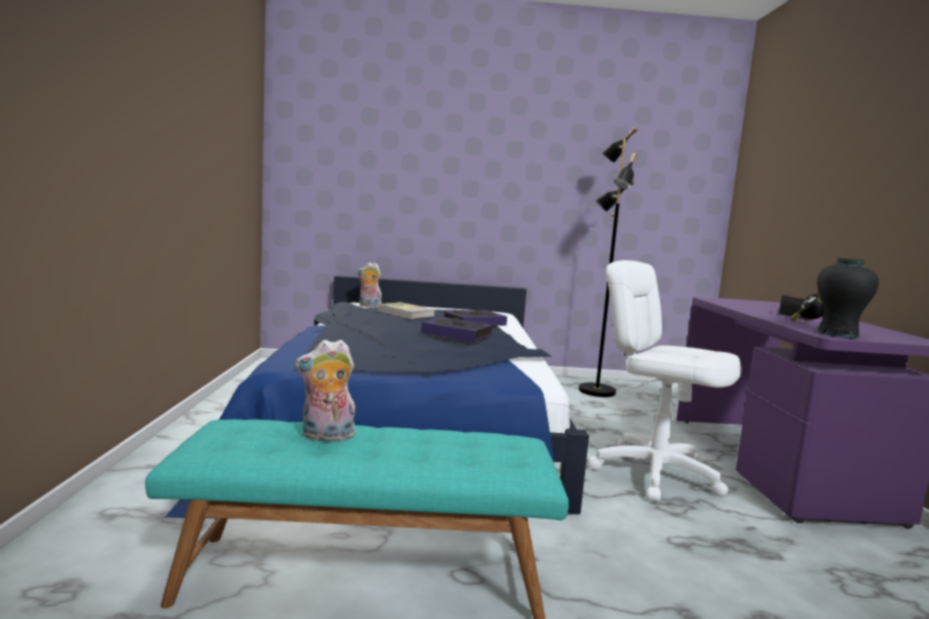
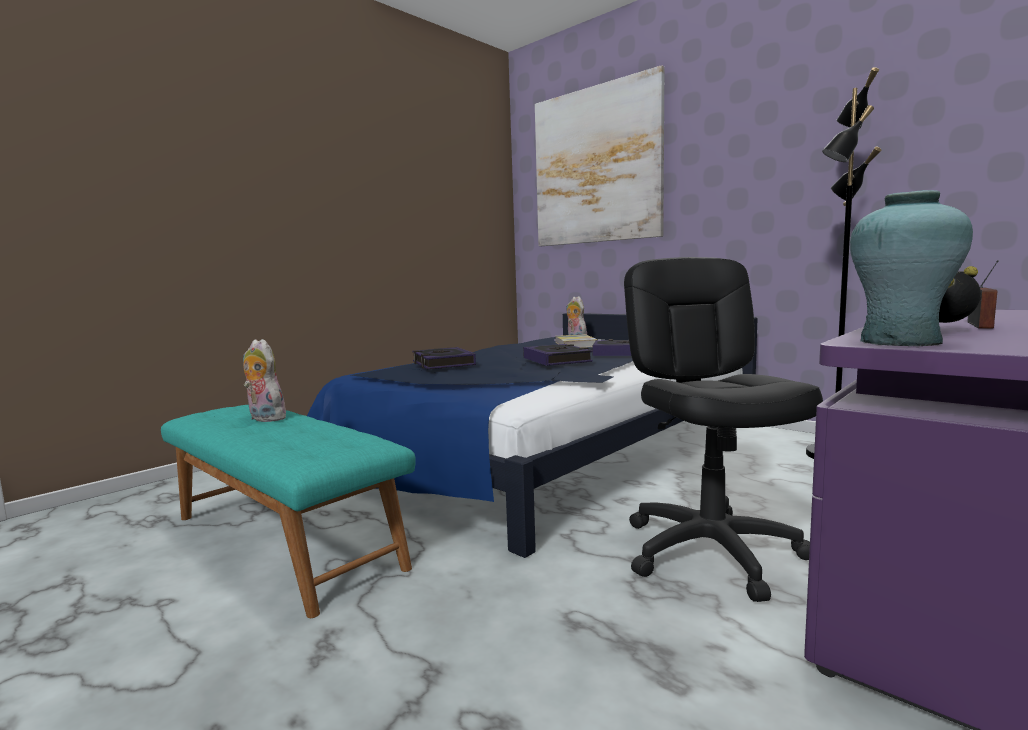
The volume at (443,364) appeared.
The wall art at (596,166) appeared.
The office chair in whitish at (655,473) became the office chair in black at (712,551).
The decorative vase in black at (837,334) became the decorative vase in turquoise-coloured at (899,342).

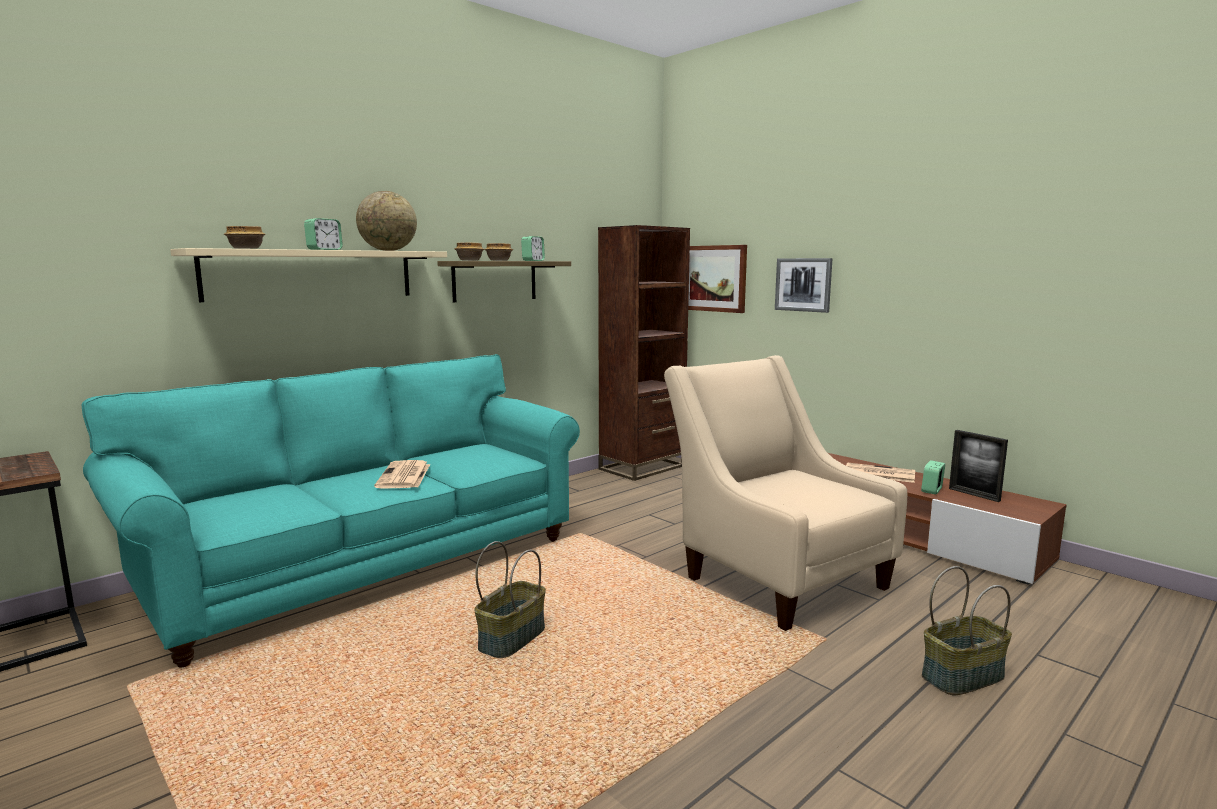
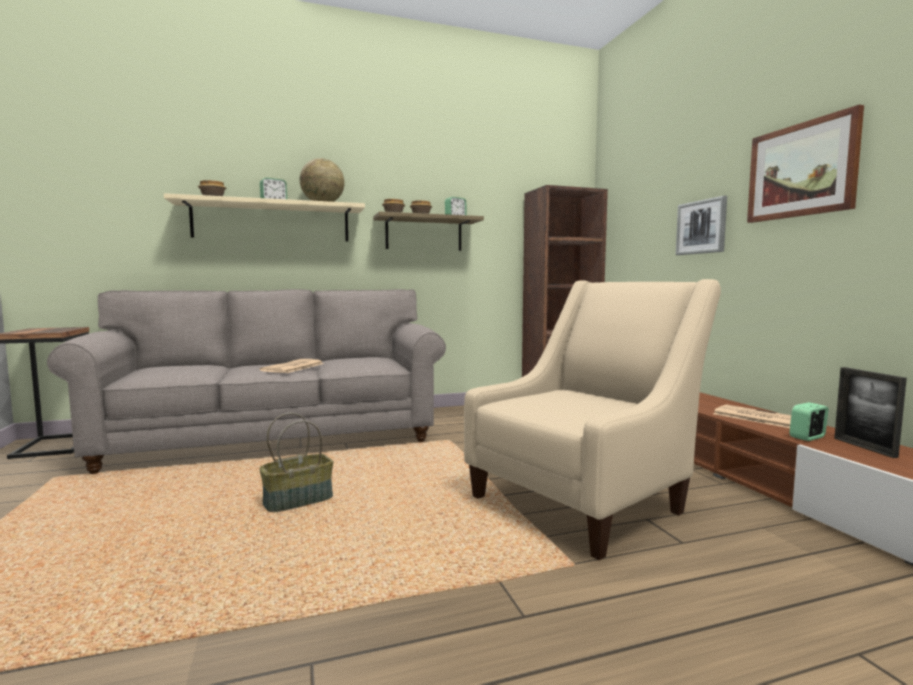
The basket at (962,676) disappeared.
The wall art moved from (713,278) to (801,170).
The couch in turquoise-coloured at (368,566) became the couch in greyish at (275,438).
The easy chair in sand-coloured at (775,577) turned 60 degrees clockwise.

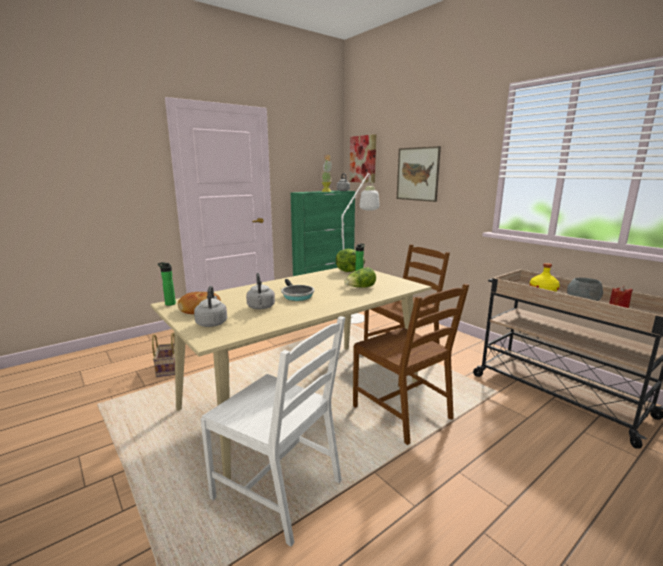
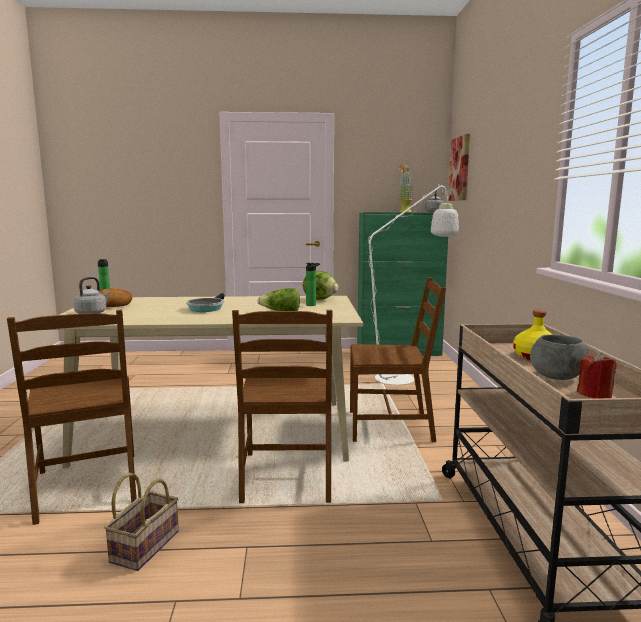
The kettle in greyish at (261,307) disappeared.
The wall art at (417,174) disappeared.
The basket moved from (167,368) to (145,545).
The plain chair in whitish at (279,489) became the plain chair in brown at (88,487).

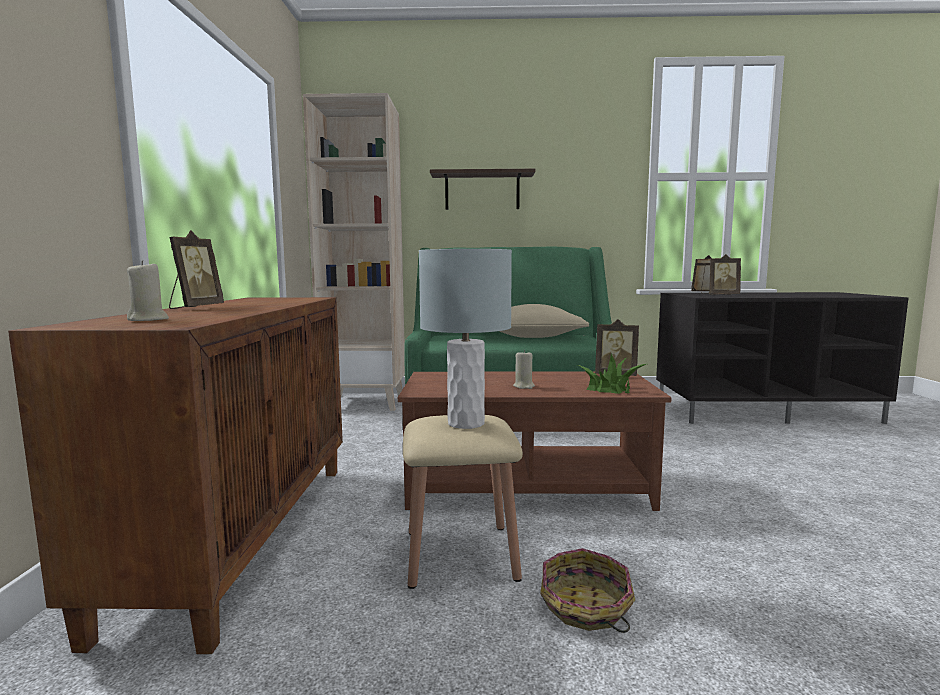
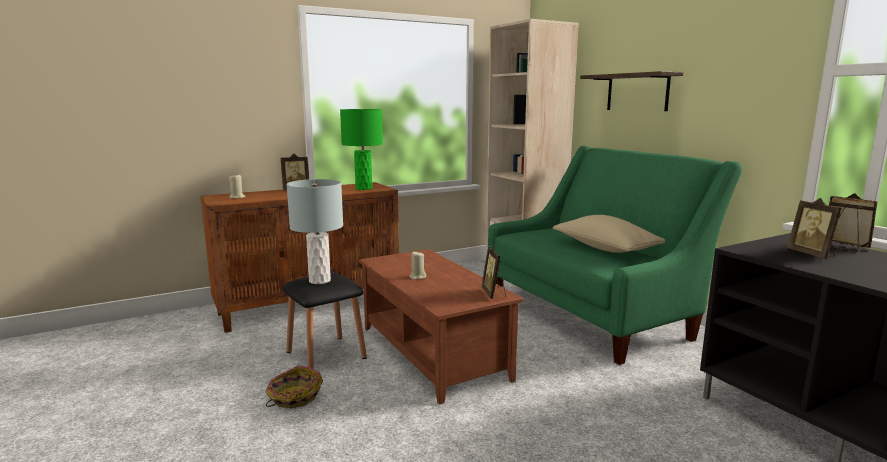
The potted plant at (609,389) disappeared.
The table lamp in greenish at (363,188) appeared.
The sitting stool in sand-coloured at (460,554) became the sitting stool in black at (326,355).

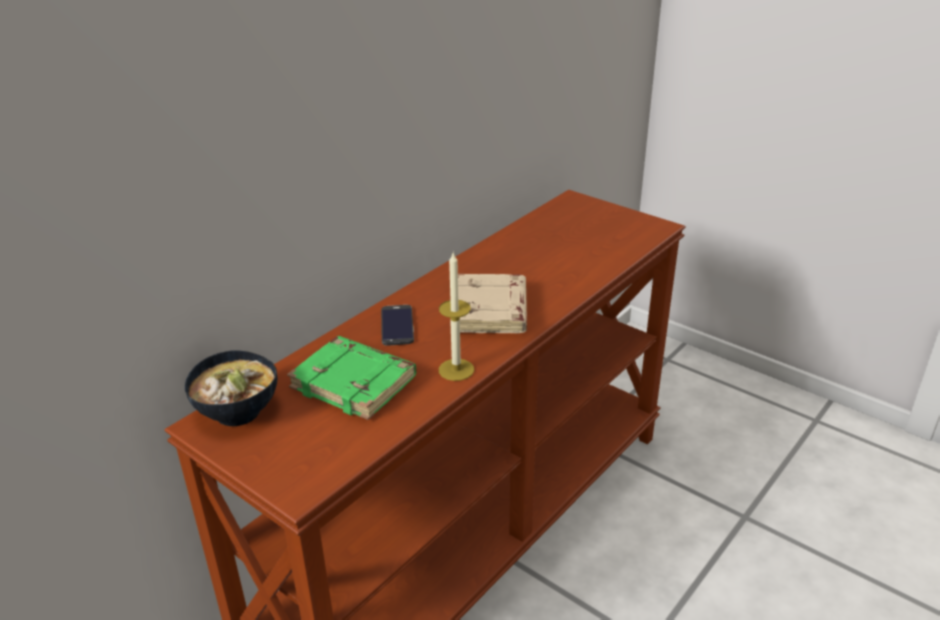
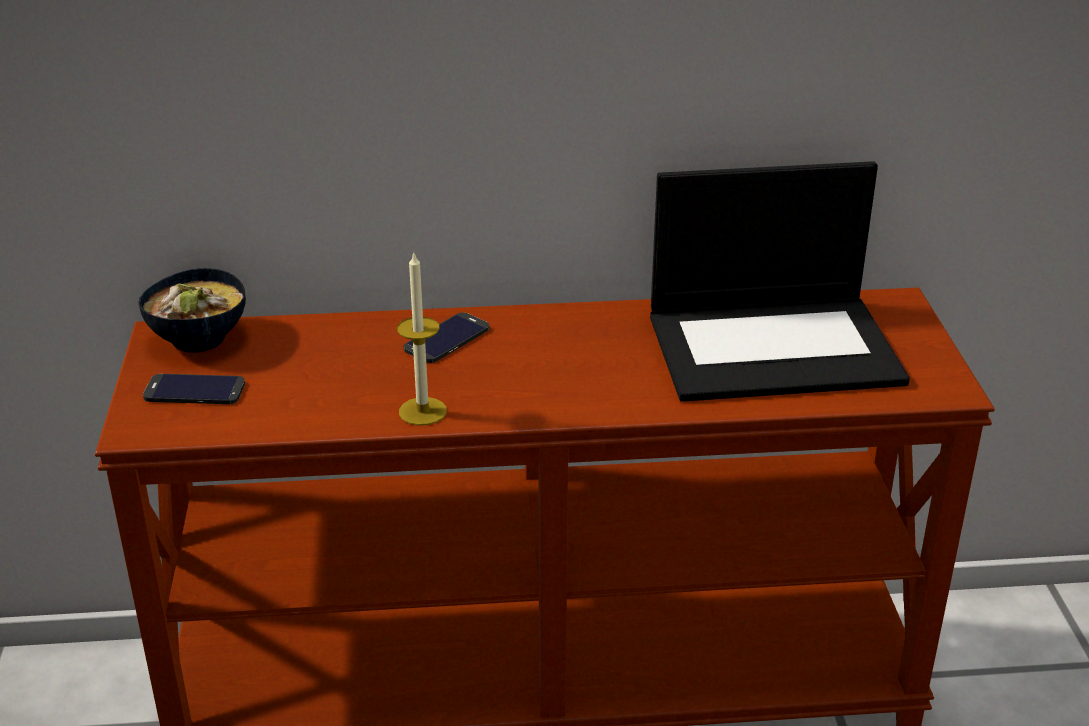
The volume in greenish at (355,383) disappeared.
The volume in sand-coloured at (491,311) disappeared.
The telephone at (194,390) appeared.
The notebook computer at (775,347) appeared.

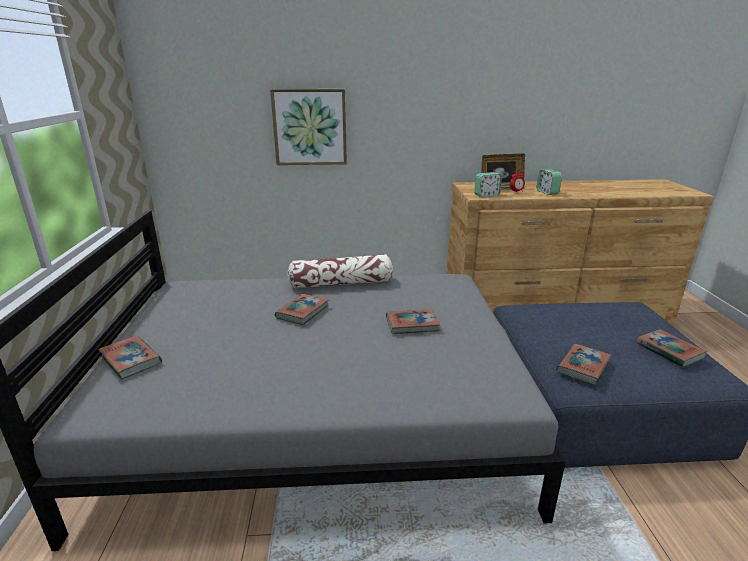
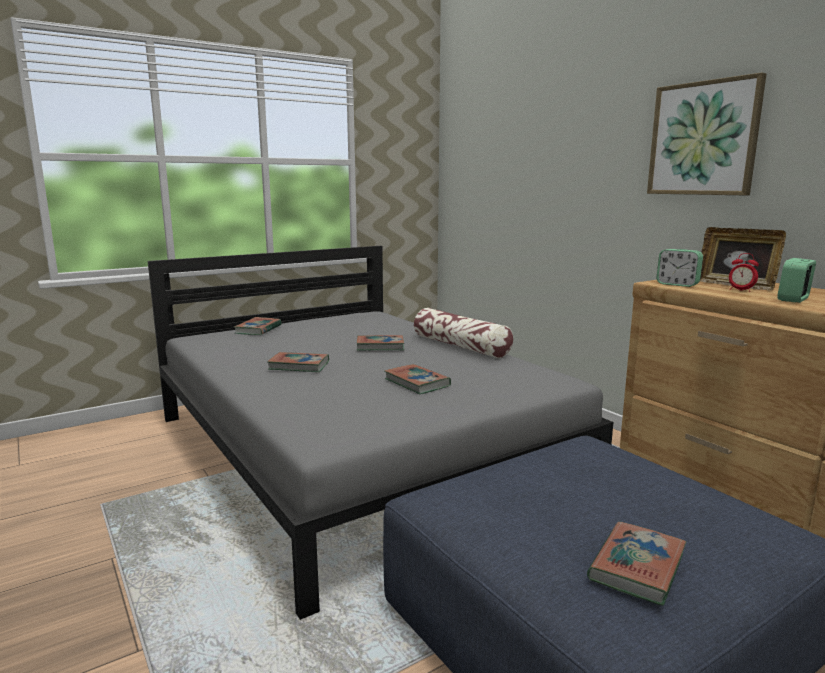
The wall art moved from (310,127) to (703,139).
The volume moved from (583,367) to (299,366).

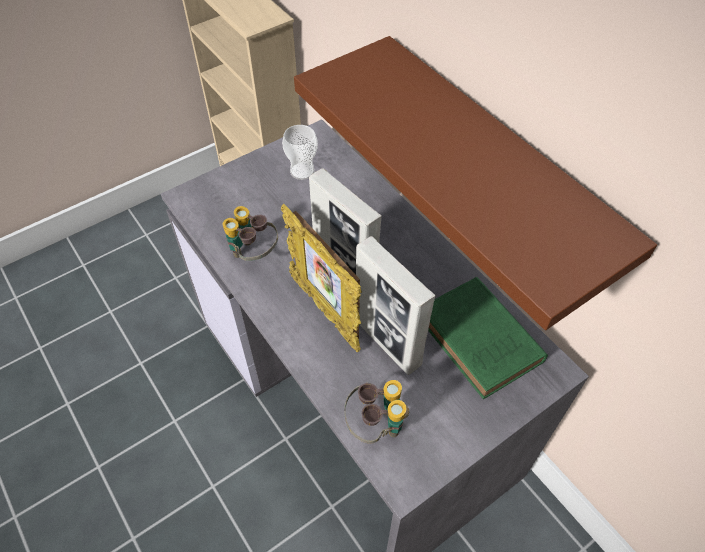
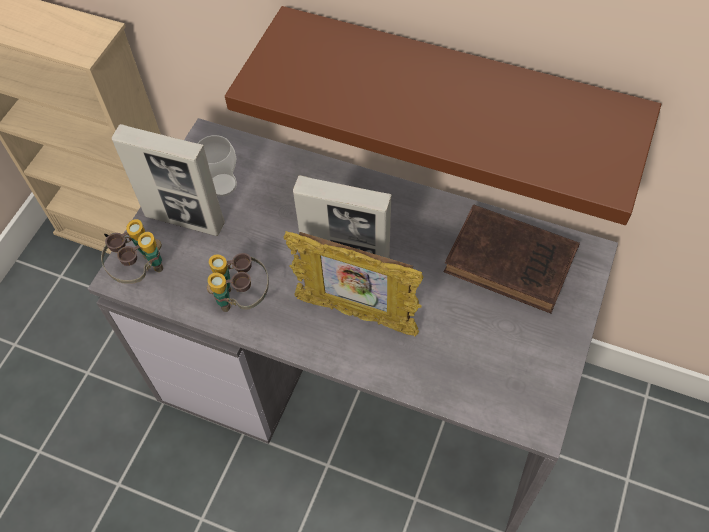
The binoculars moved from (376,425) to (141,271).
The standing frame moved from (388,343) to (185,220).
The volume in greenish at (481,342) became the volume in brown at (513,263).

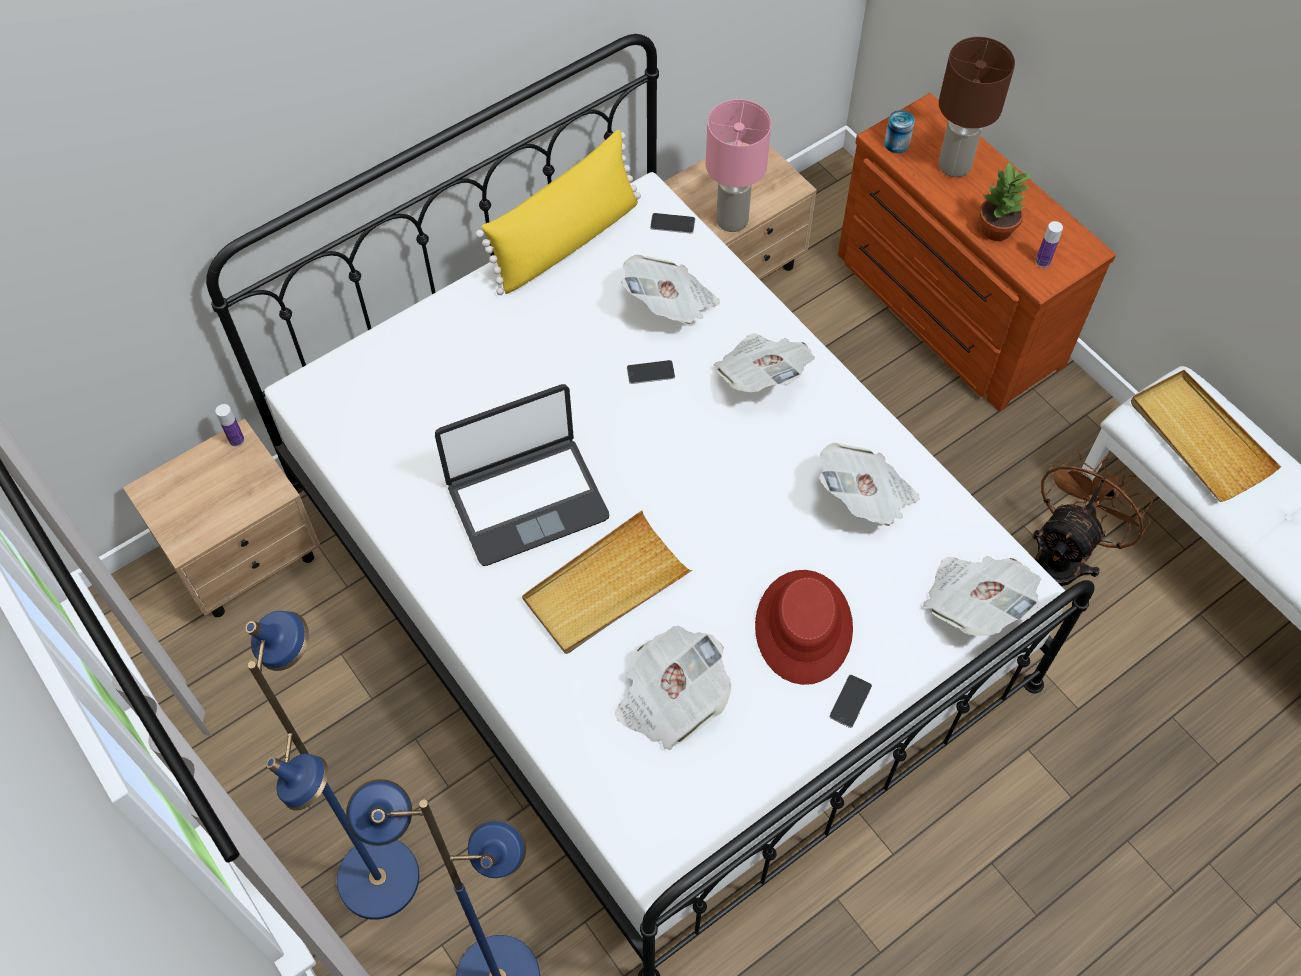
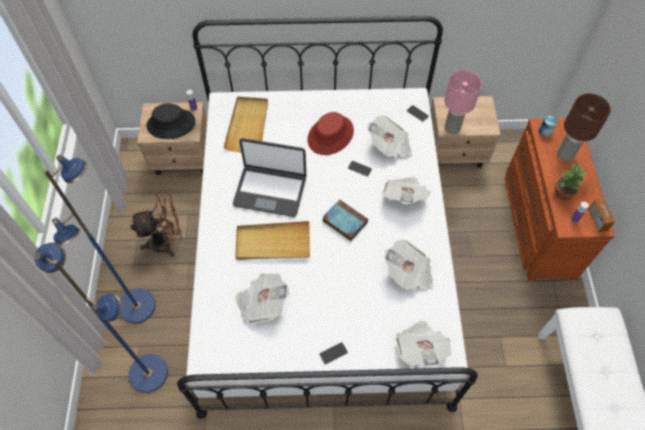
The pillow in yellowish at (566,241) disappeared.
The wearable hat in black at (171,124) appeared.
The volume at (344,221) appeared.
The radio at (597,220) appeared.
The wearable hat in reddish moved from (804,627) to (330,135).
The electric fan in brown moved from (1062,558) to (167,241).
The tray in sand-coloured moved from (1199,438) to (248,126).

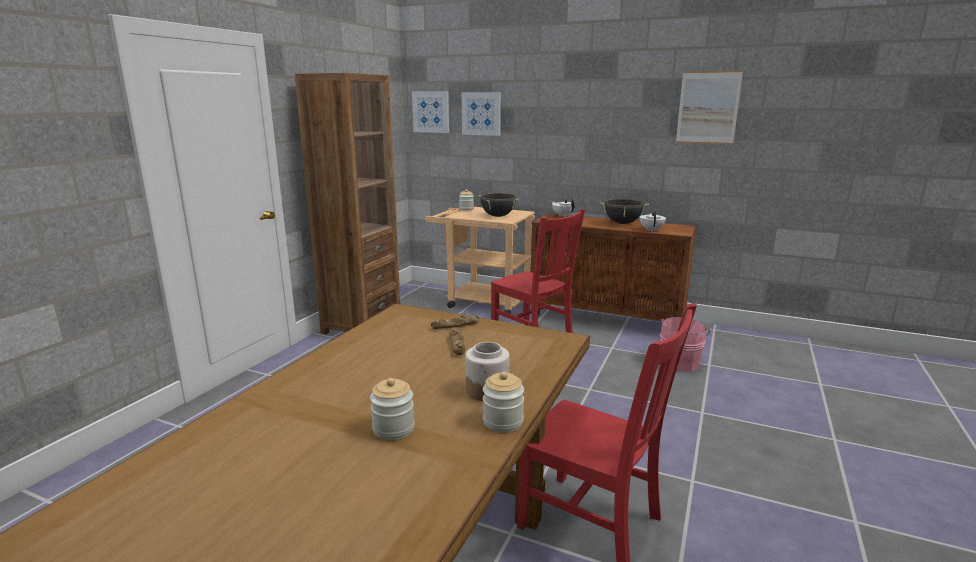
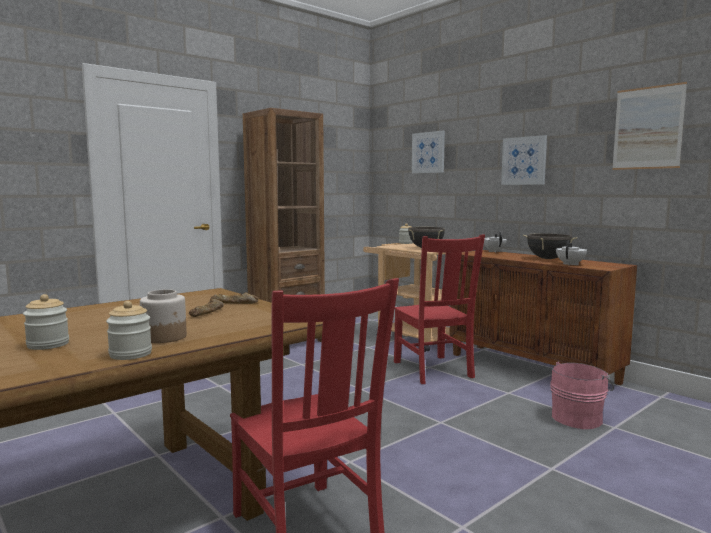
The wall art moved from (431,112) to (524,161).

